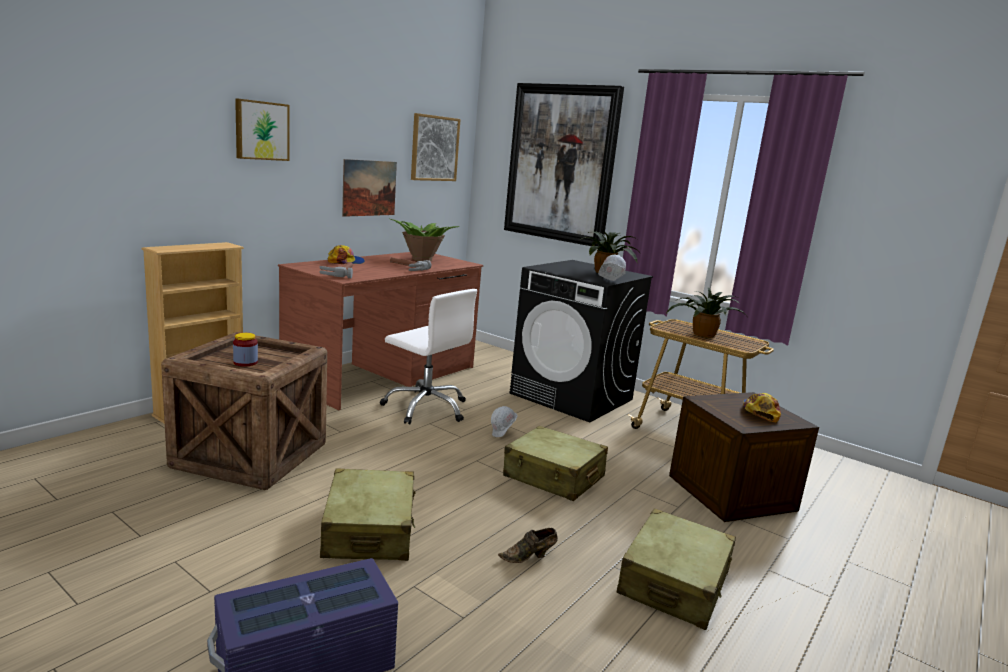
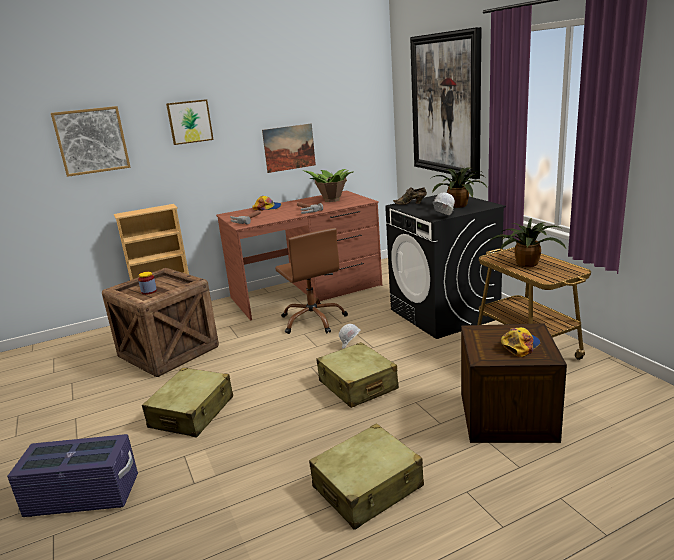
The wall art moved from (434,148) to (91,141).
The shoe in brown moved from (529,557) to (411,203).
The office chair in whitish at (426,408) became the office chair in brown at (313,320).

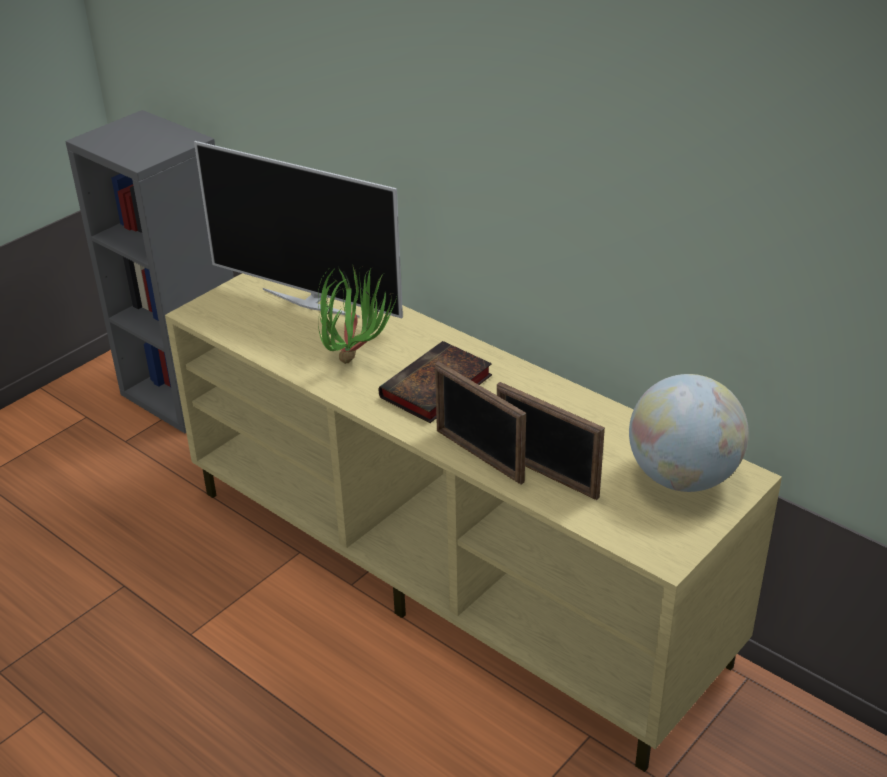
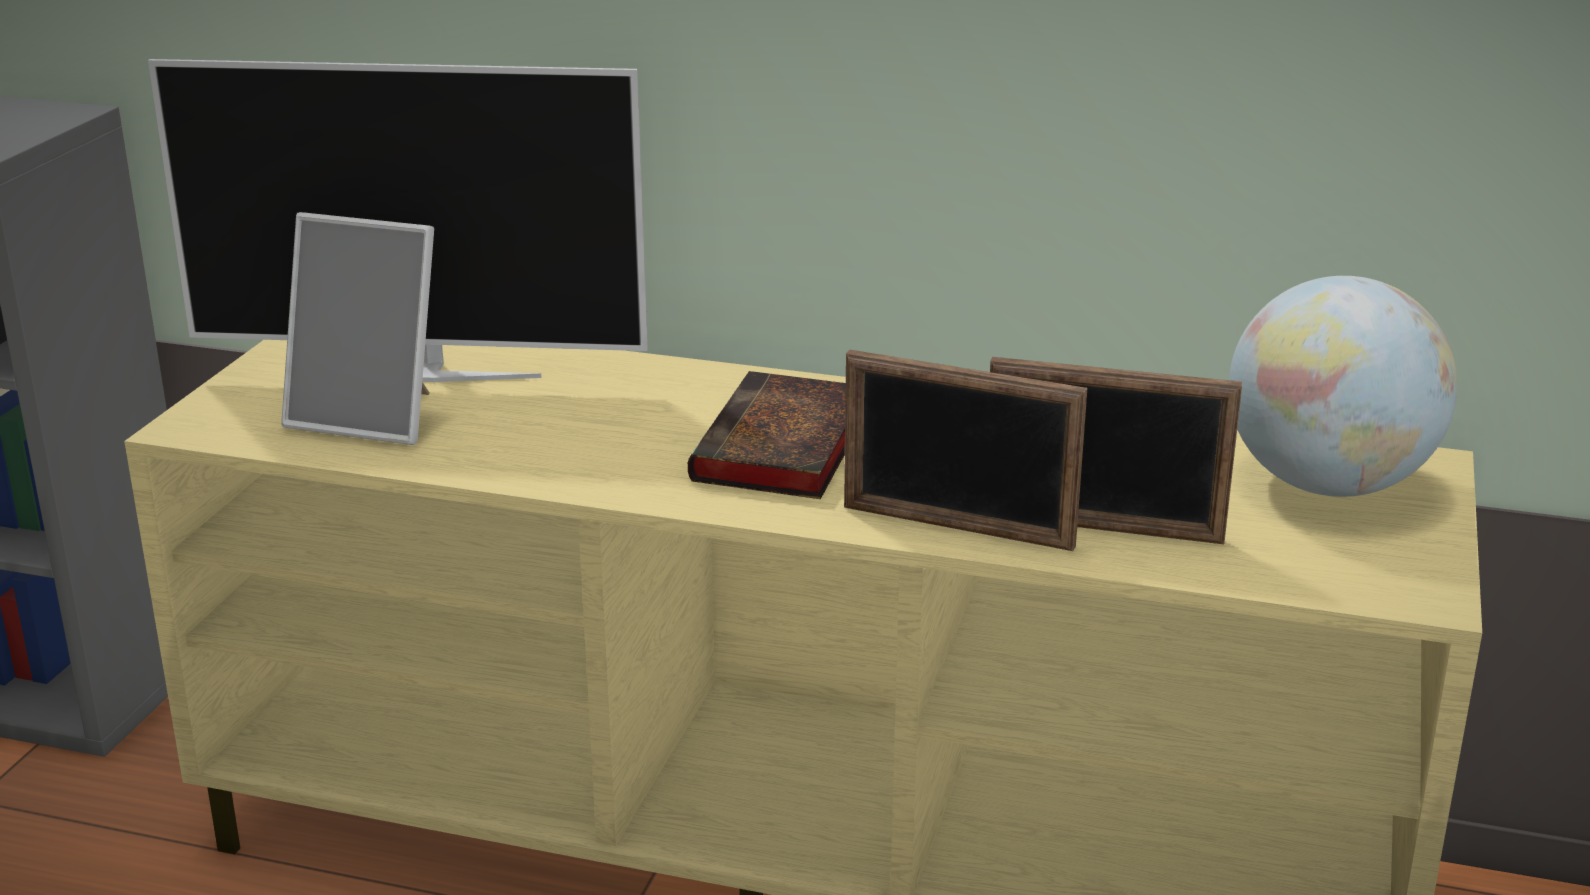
The potted plant at (356,356) disappeared.
The standing frame at (373,417) appeared.

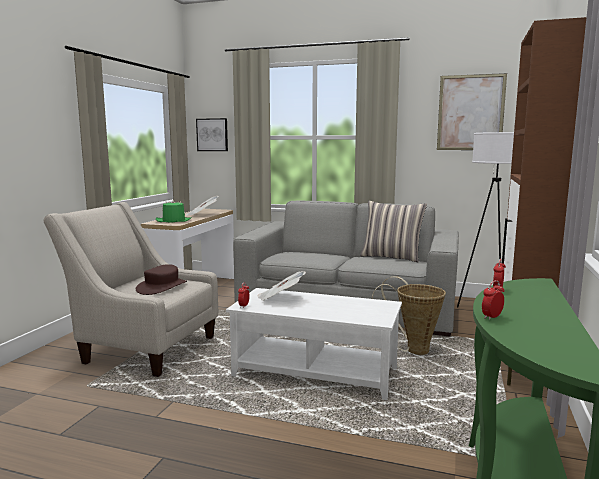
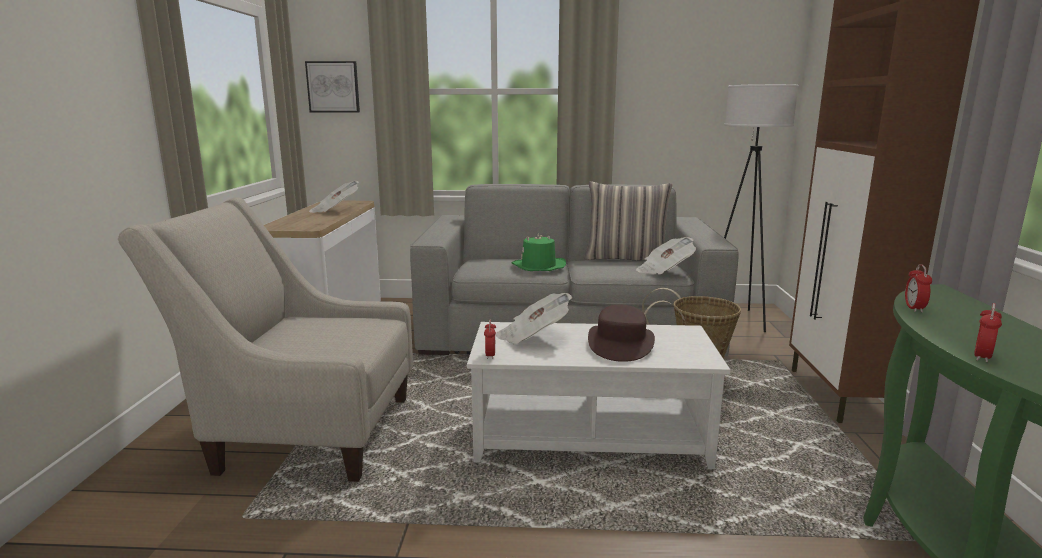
The wall art at (470,112) disappeared.
The daily paper at (664,270) appeared.
The wearable hat in brown moved from (162,287) to (620,343).
The wearable hat in greenish moved from (173,221) to (538,266).

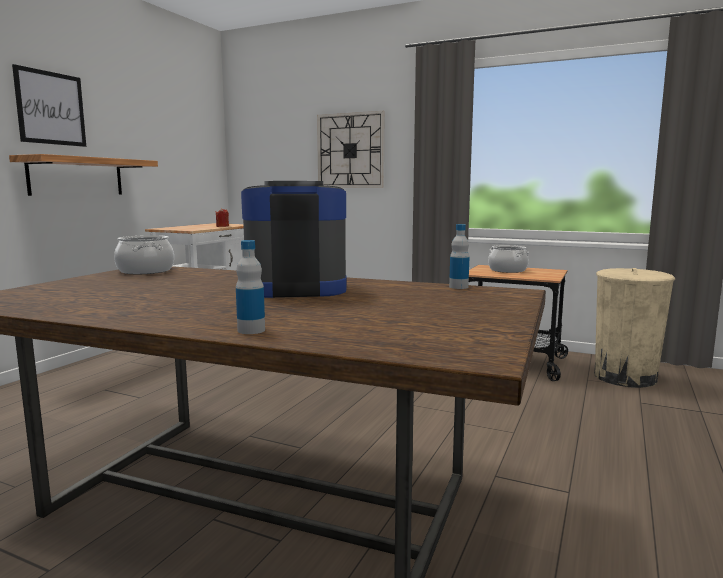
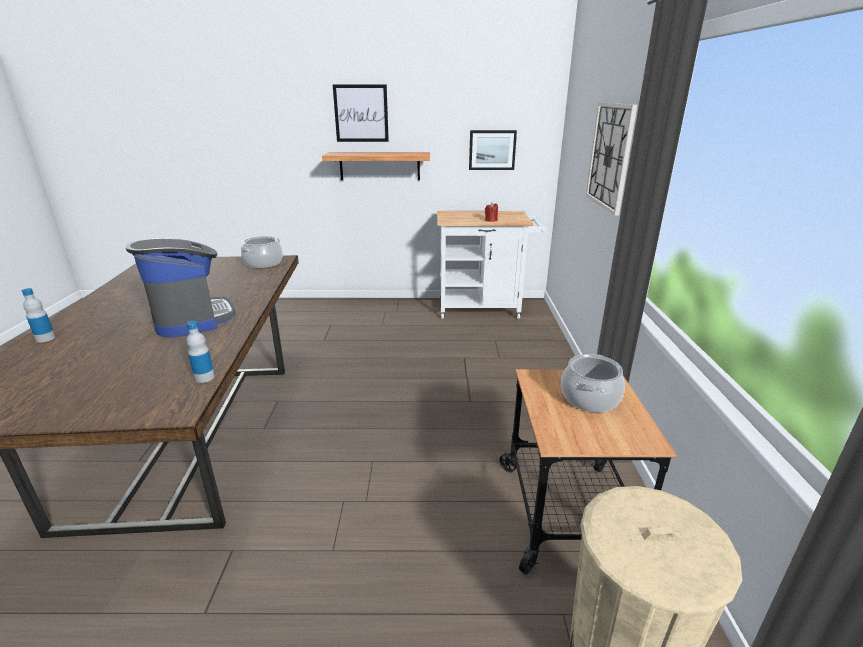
The wall art at (492,150) appeared.

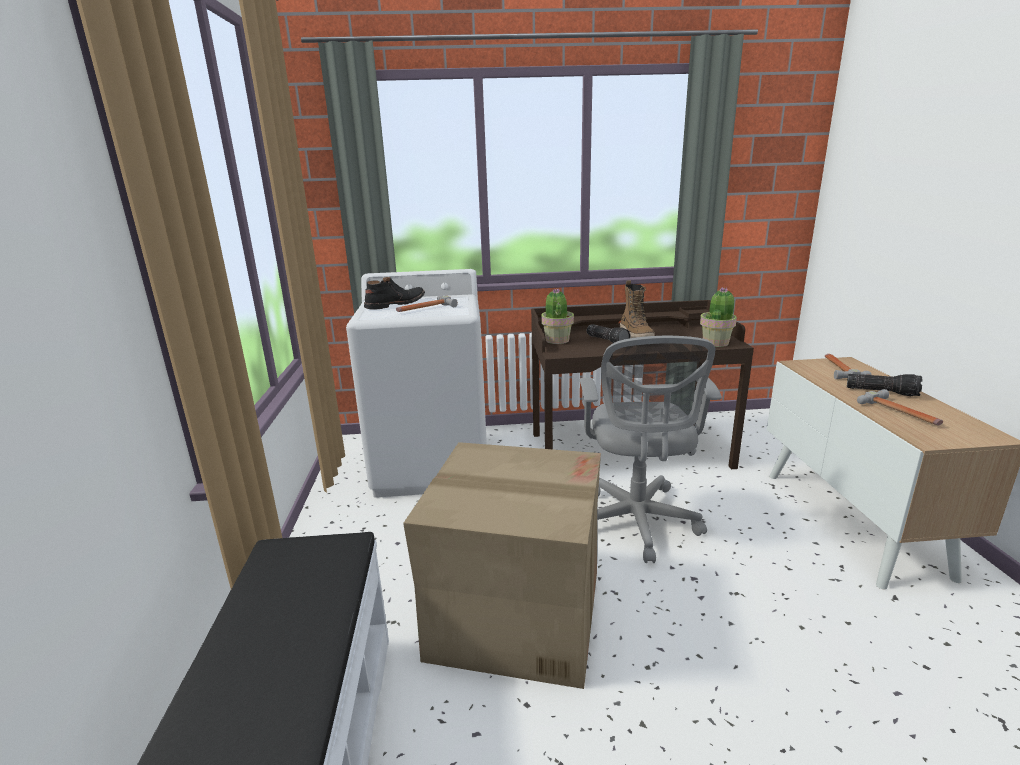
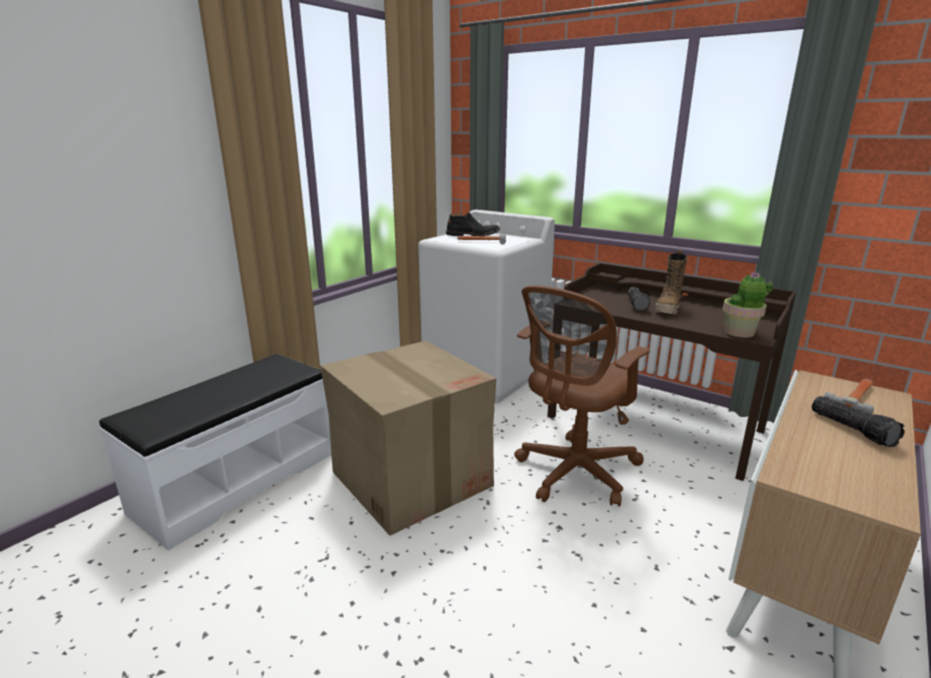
The potted plant at (557,340) disappeared.
The hammer at (901,413) disappeared.
The office chair in greyish at (637,524) became the office chair in brown at (573,474).

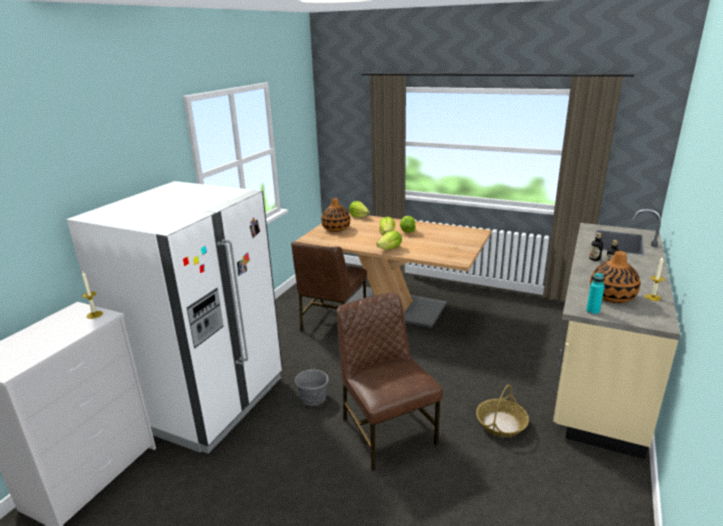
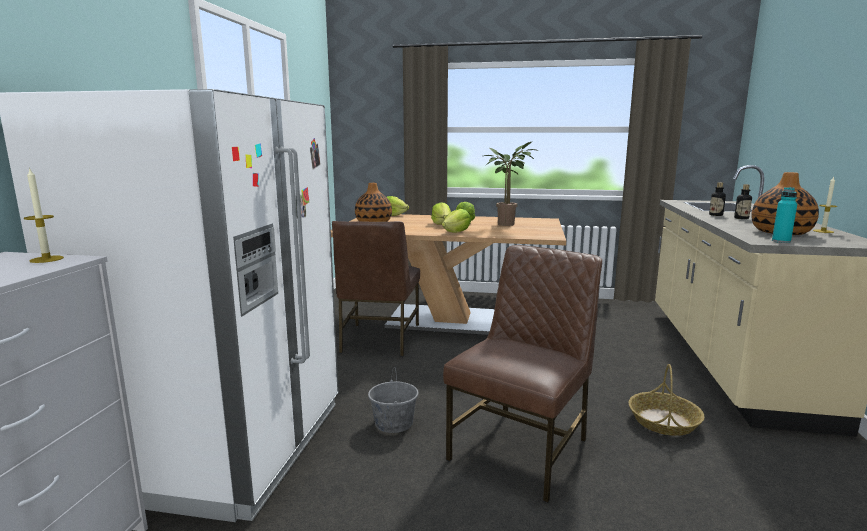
The potted plant at (508,224) appeared.
The plain chair in brown at (386,430) turned 75 degrees clockwise.

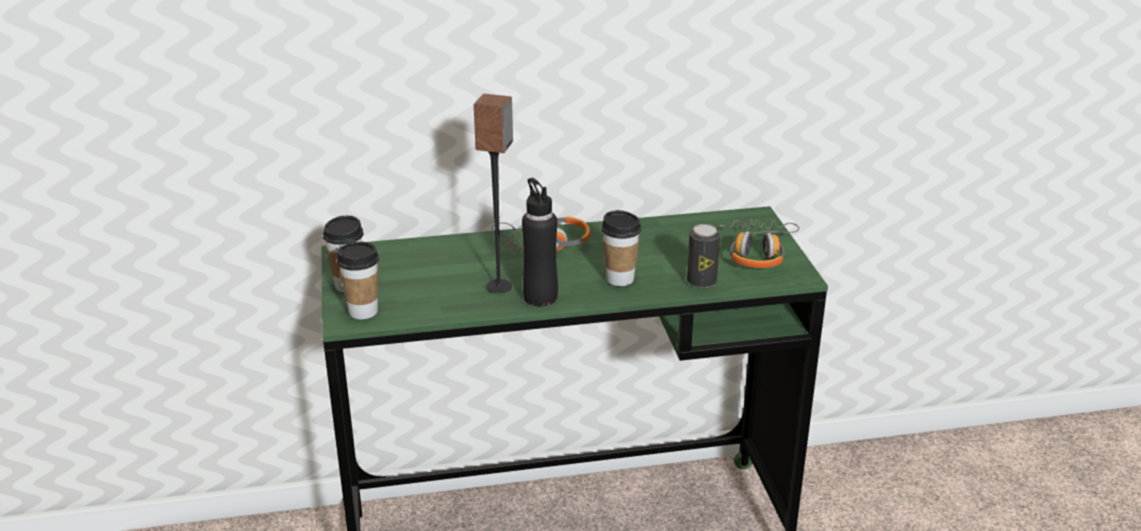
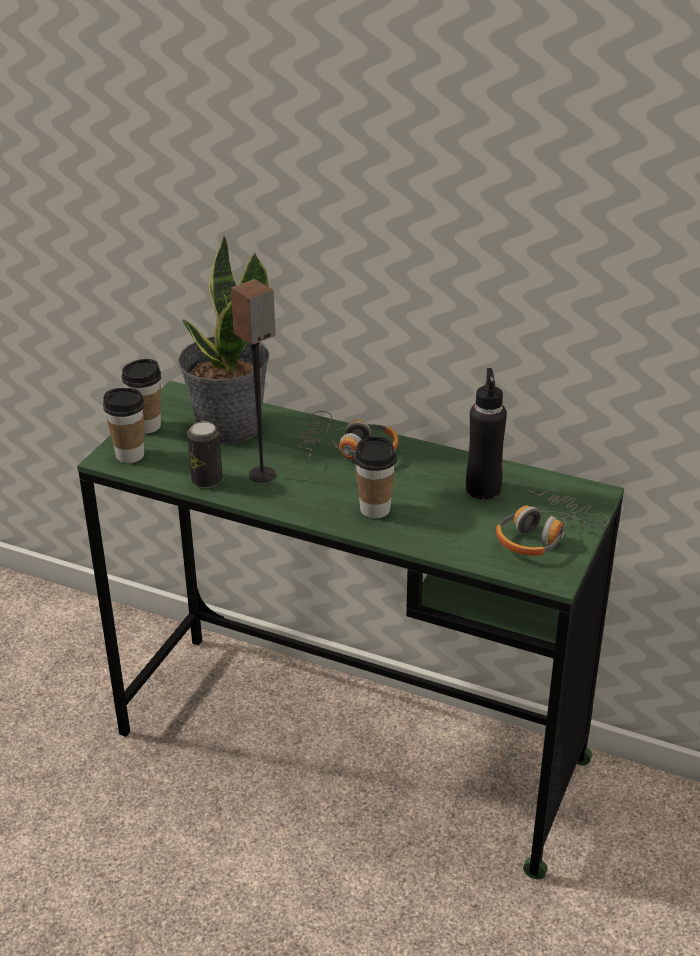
The potted plant at (228,427) appeared.
The bottle in black moved from (540,297) to (483,489).
The can moved from (701,281) to (207,480).

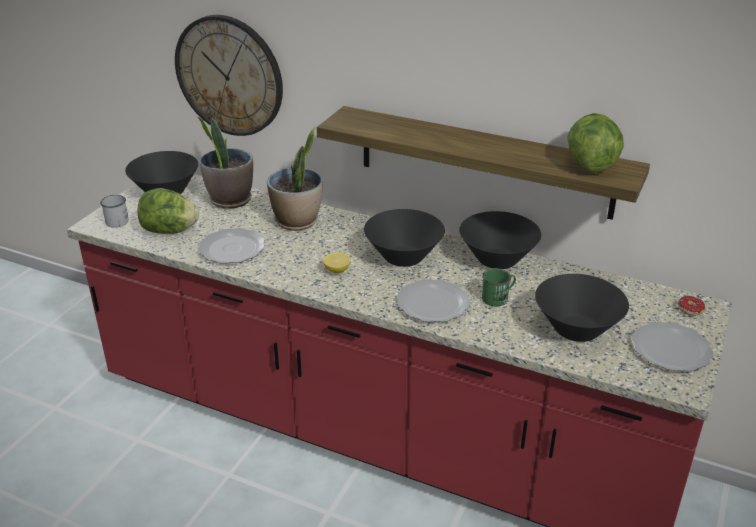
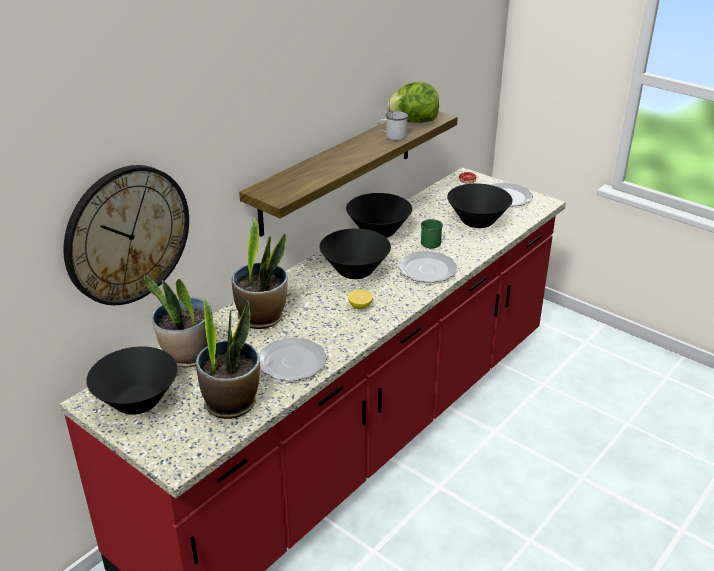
The tea mug in whitish moved from (116,220) to (392,136).
The lettuce at (169,231) was replaced by the potted plant at (231,403).

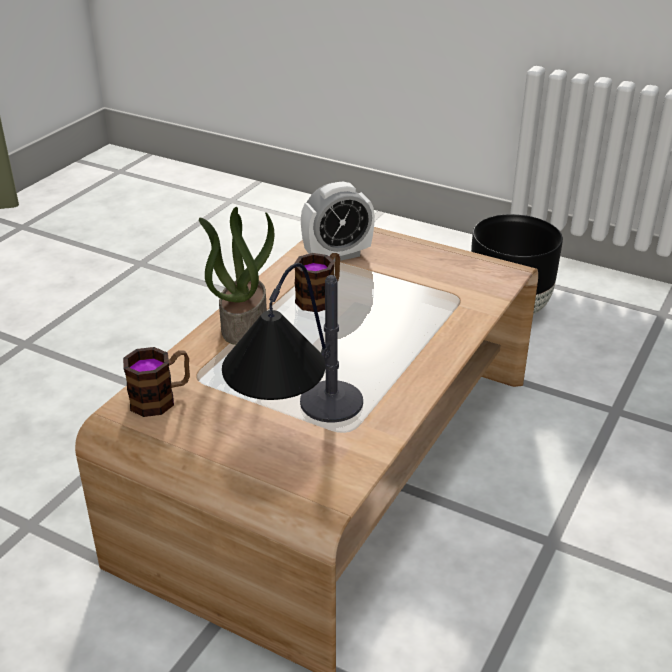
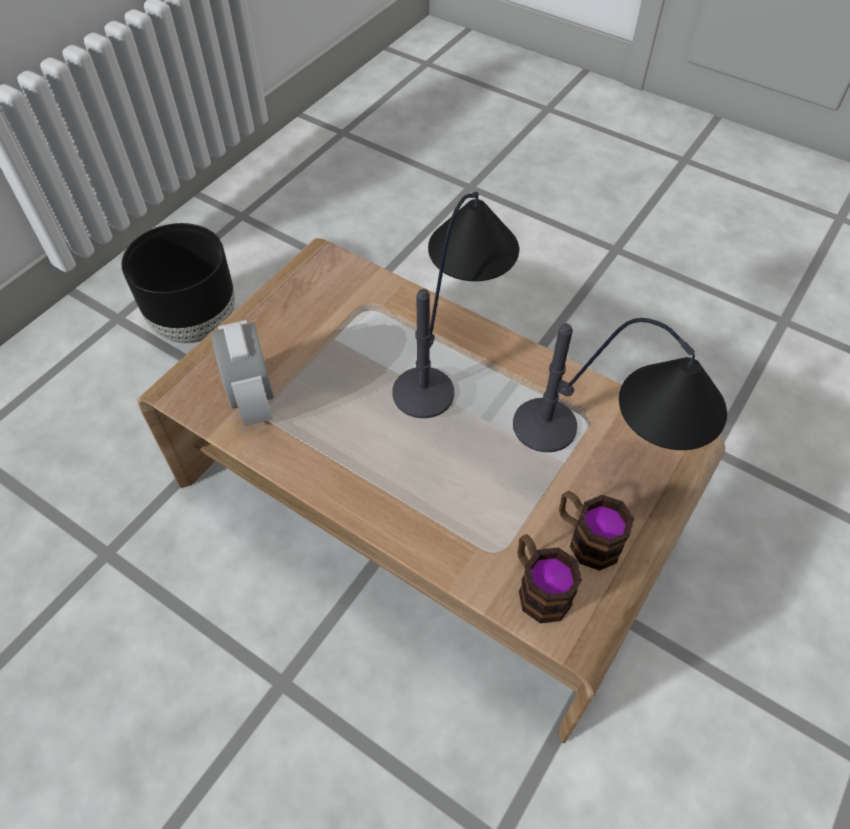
The potted plant at (243,324) disappeared.
The table lamp at (451,349) appeared.
The tea mug moved from (320,297) to (586,538).

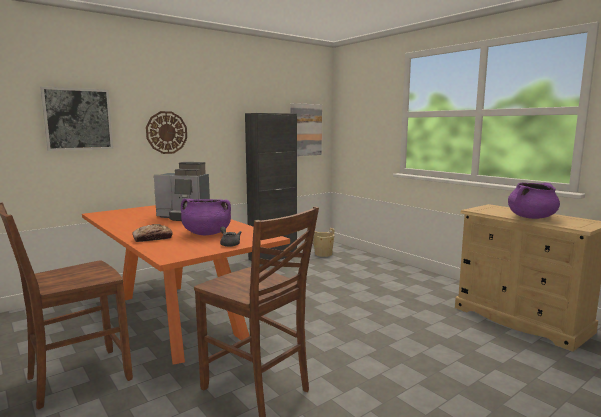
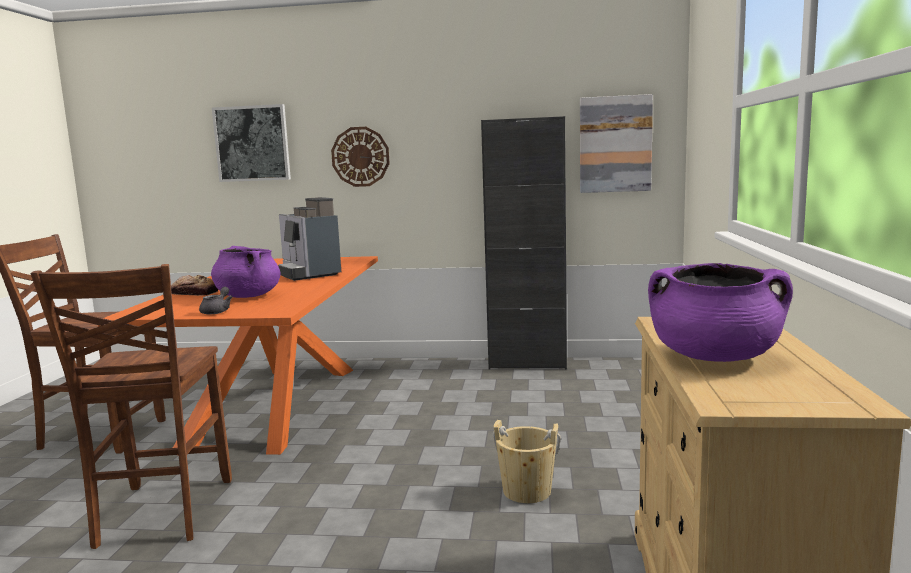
The bucket in sand-coloured moved from (323,254) to (527,491).

